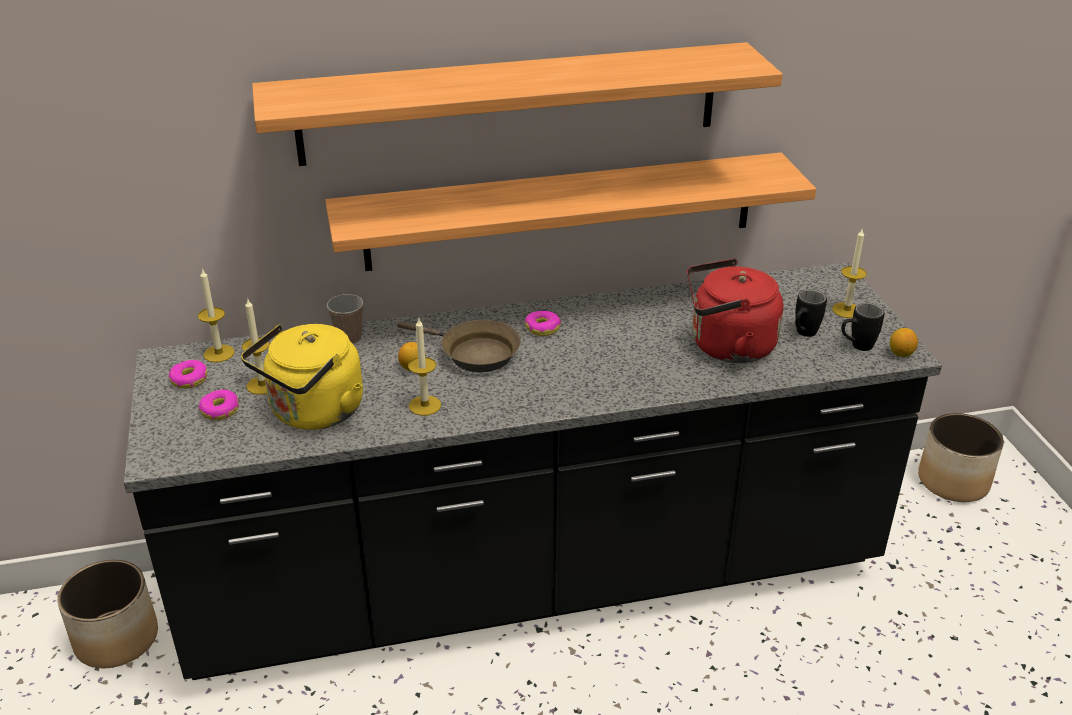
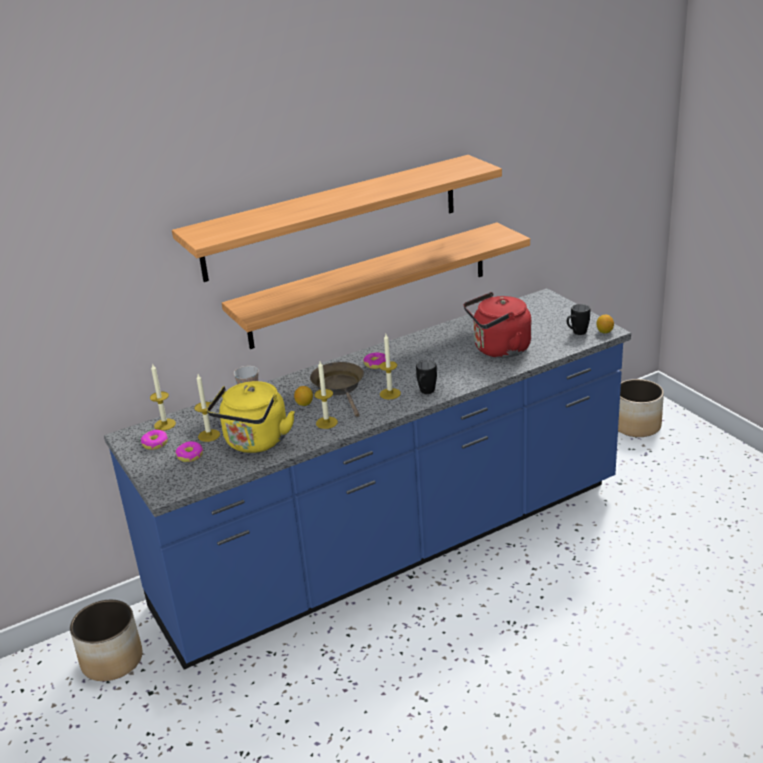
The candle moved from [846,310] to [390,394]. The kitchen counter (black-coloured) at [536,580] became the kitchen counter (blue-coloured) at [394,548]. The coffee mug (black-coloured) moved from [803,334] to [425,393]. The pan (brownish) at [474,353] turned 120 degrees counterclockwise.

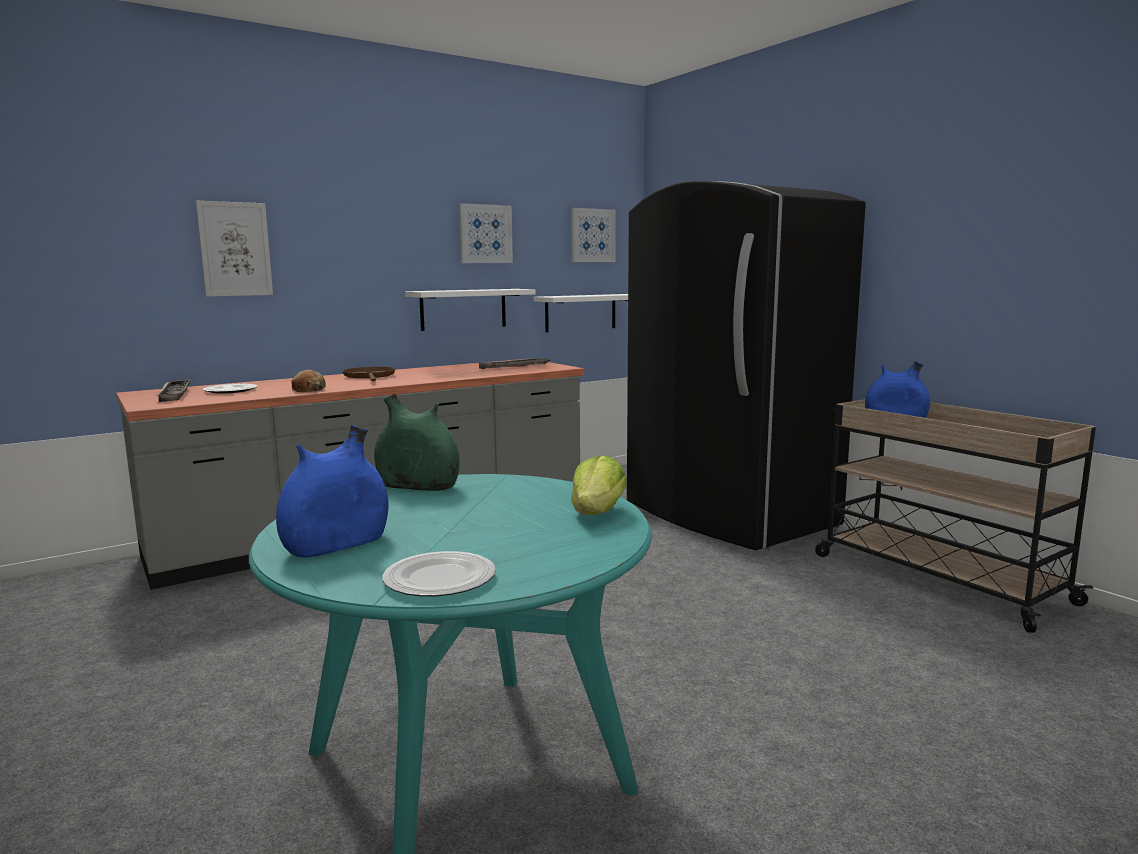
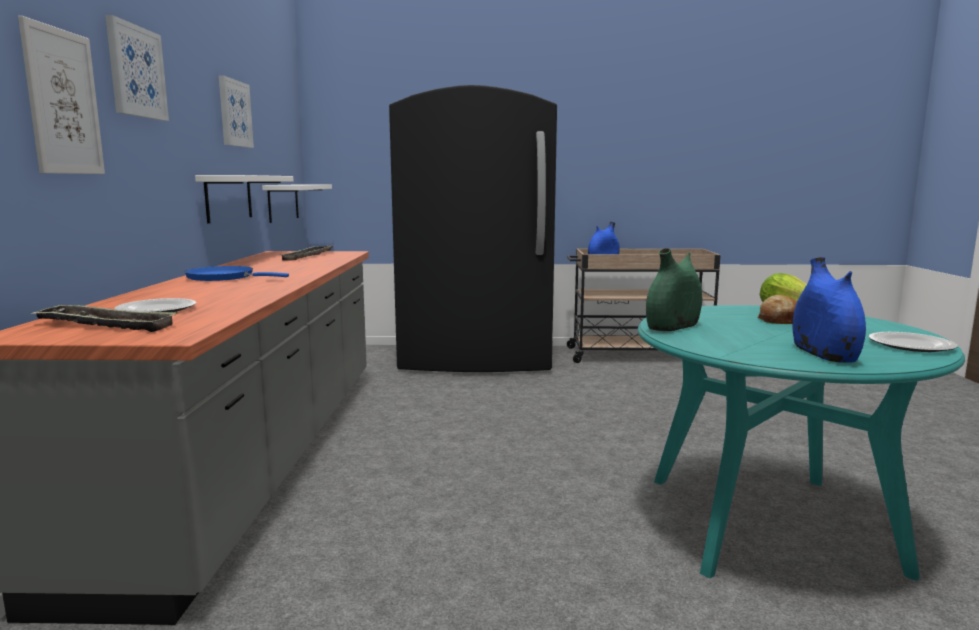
The picture moved from [592,235] to [136,72]. The pan (brownish) at [369,376] became the pan (blue-coloured) at [225,278]. The bread moved from [308,389] to [779,320].

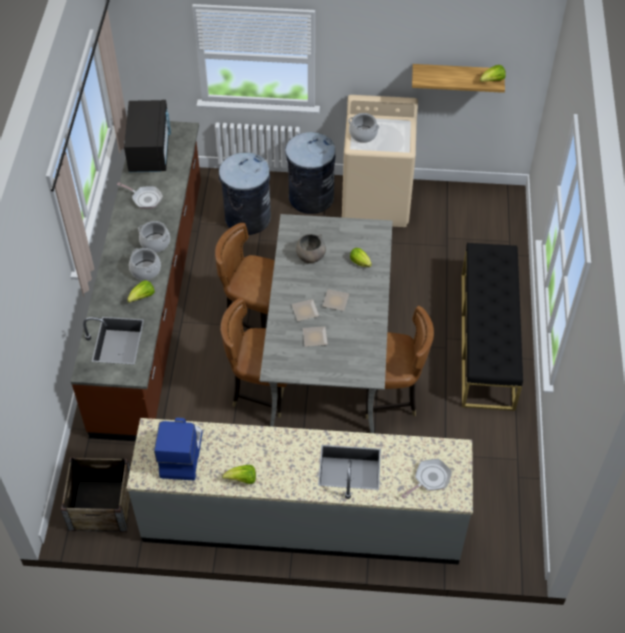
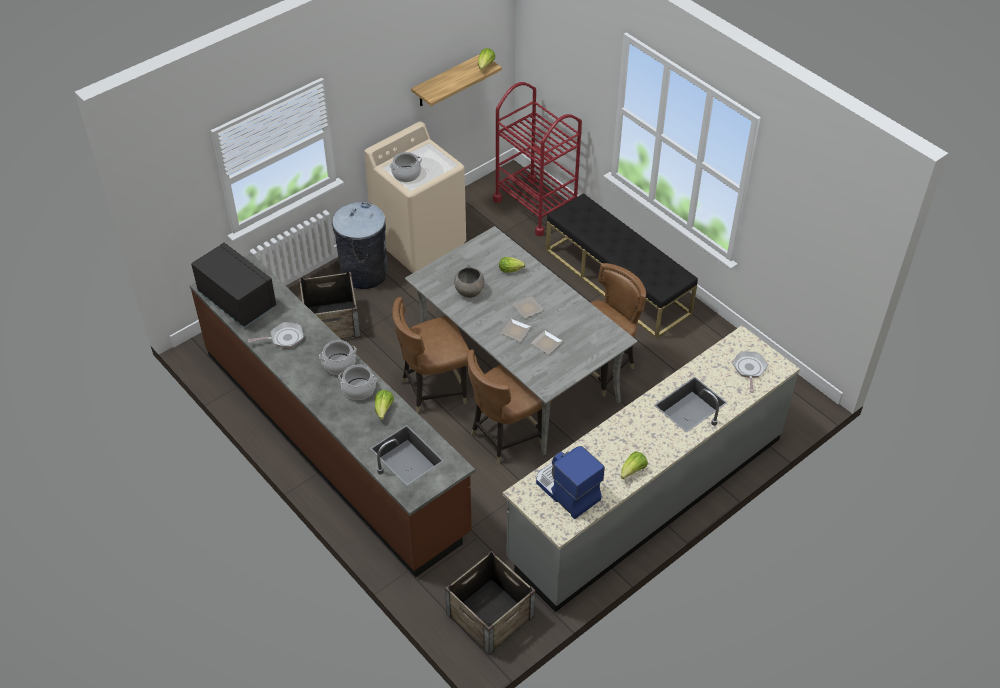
The rubbish bin (gray) at [247,218] was replaced by the shipping crate at [331,322]. The cart (red-coloured) at [535,206] appeared.

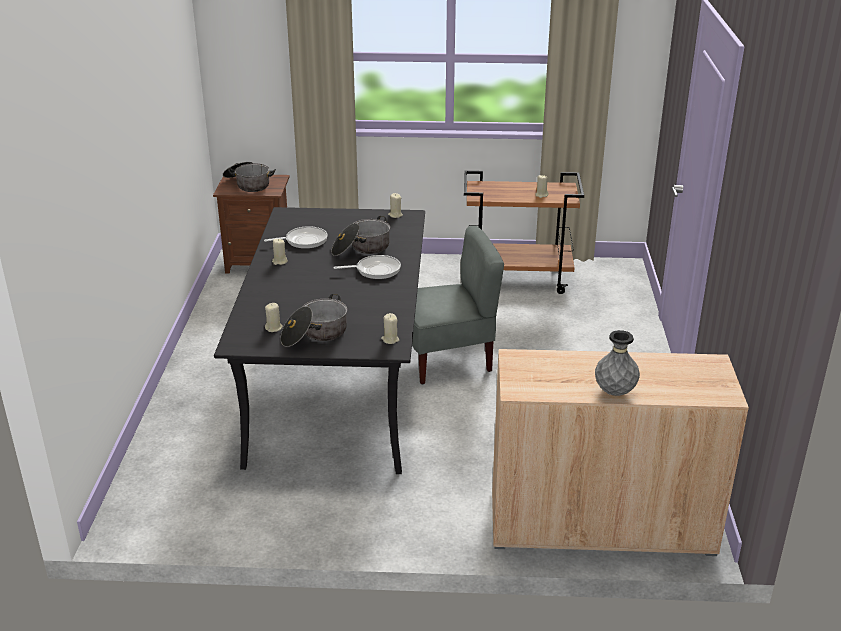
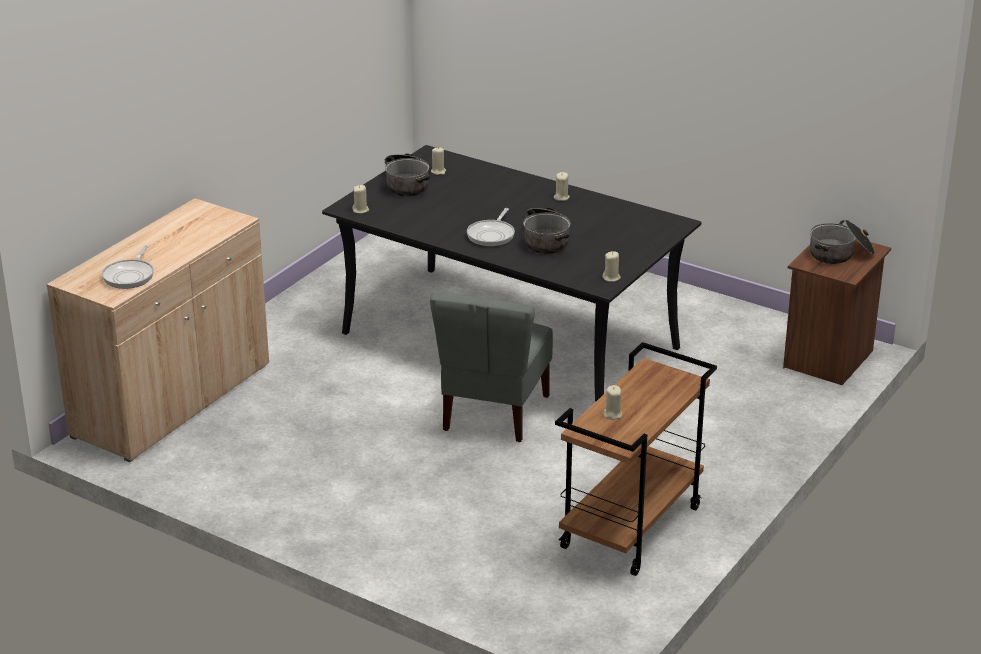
The pan moved from [303,241] to [130,276]. The vase (gray) at [614,392] disappeared.

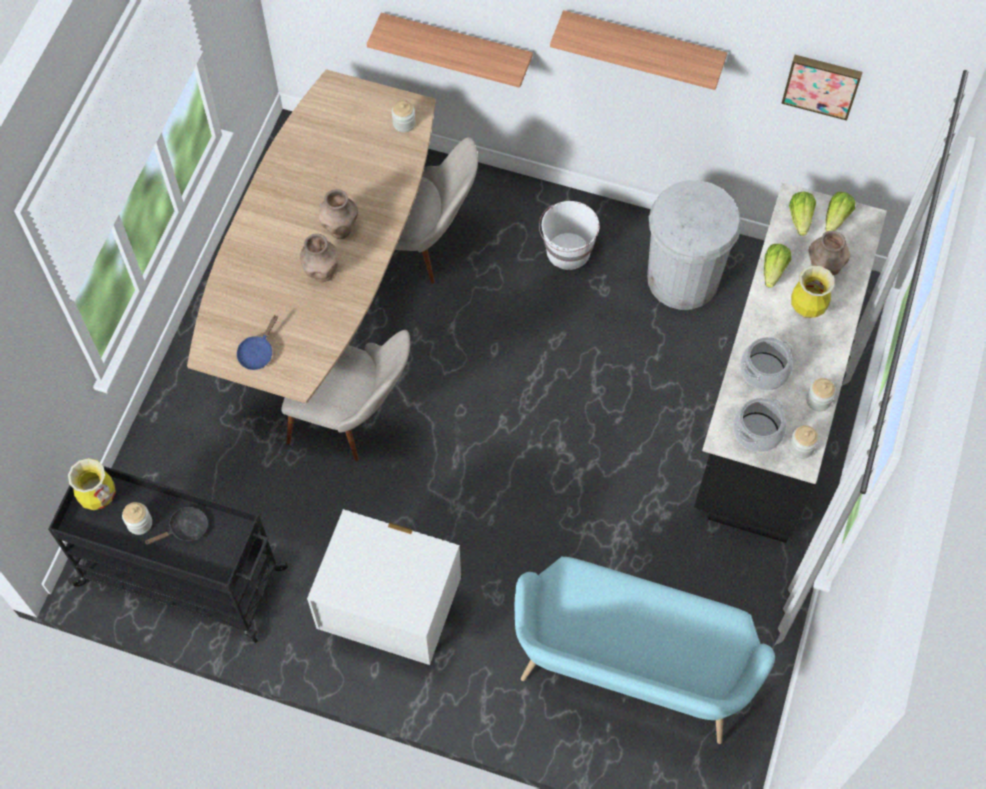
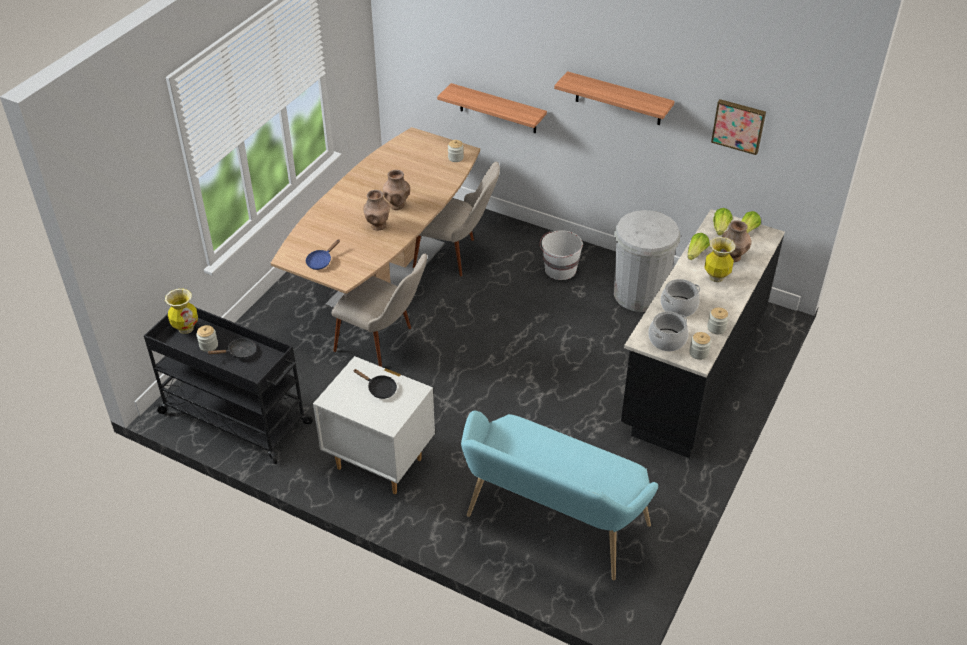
The pan (black-coloured) at [379,389] appeared.

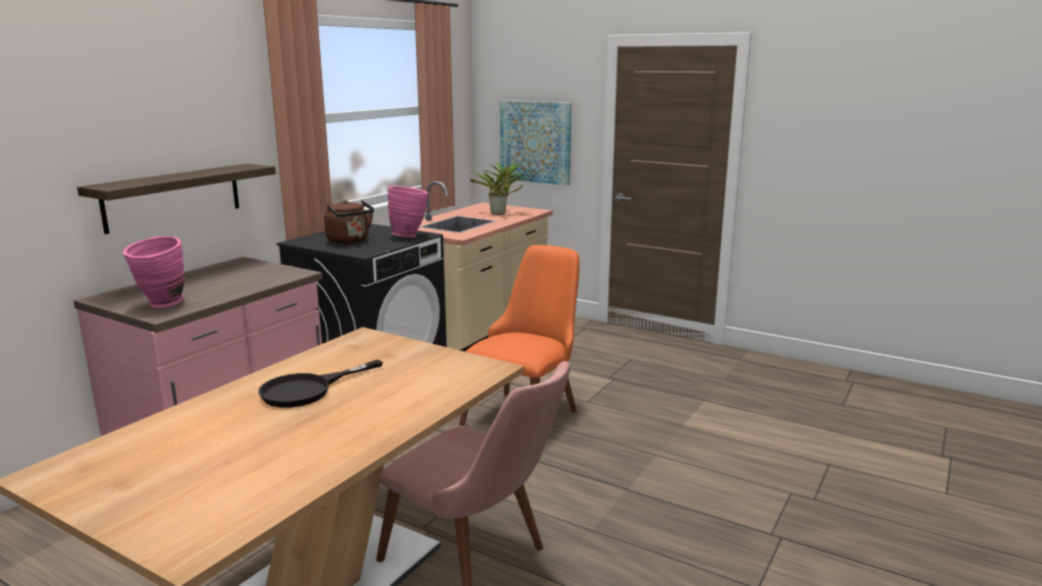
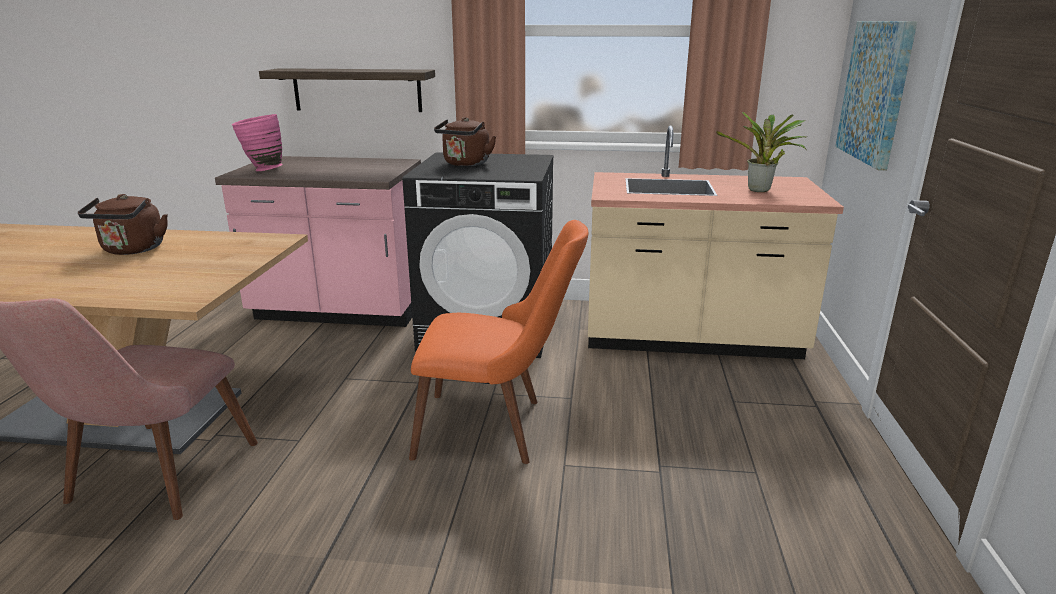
The vase (pink) at [410,236] disappeared. The pan (black-coloured) at [308,389] was replaced by the water kettle (brownish) at [132,250].

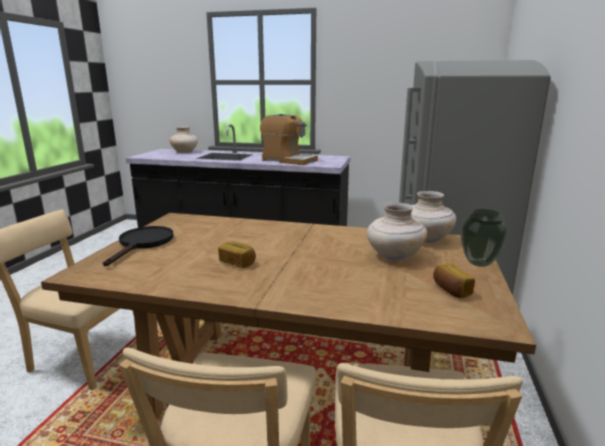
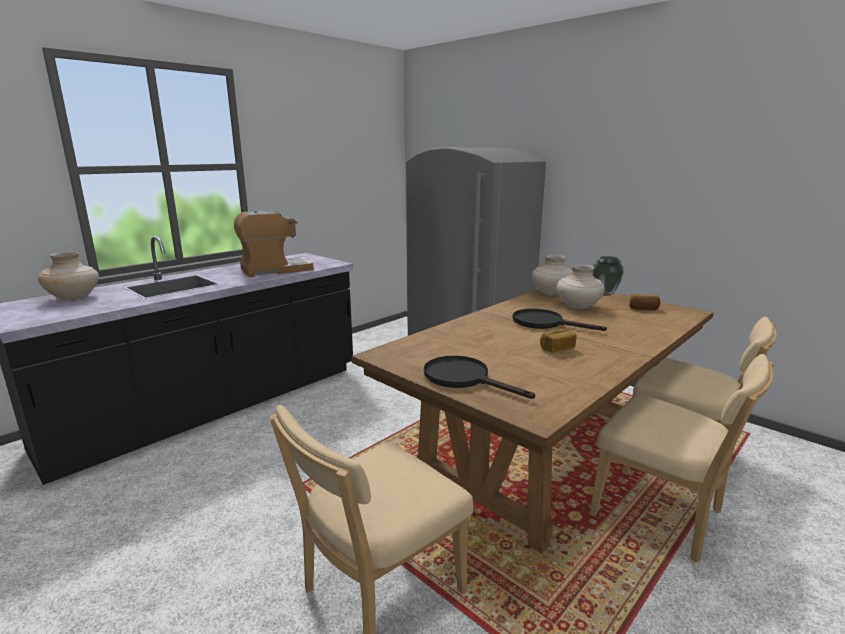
The pan (black-coloured) at [544,323] appeared.

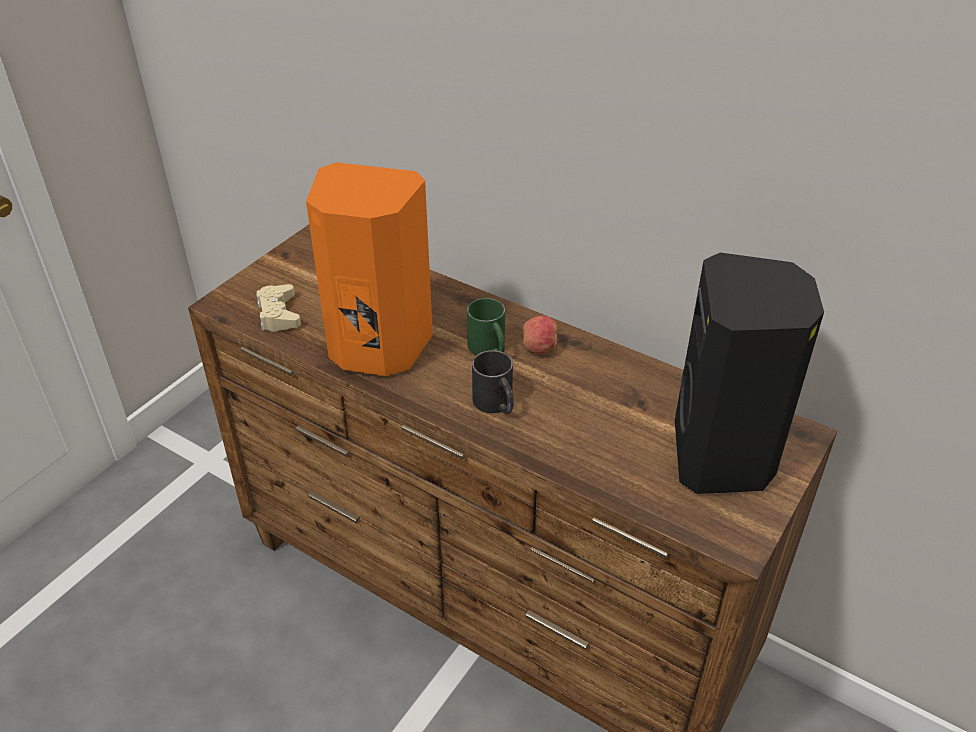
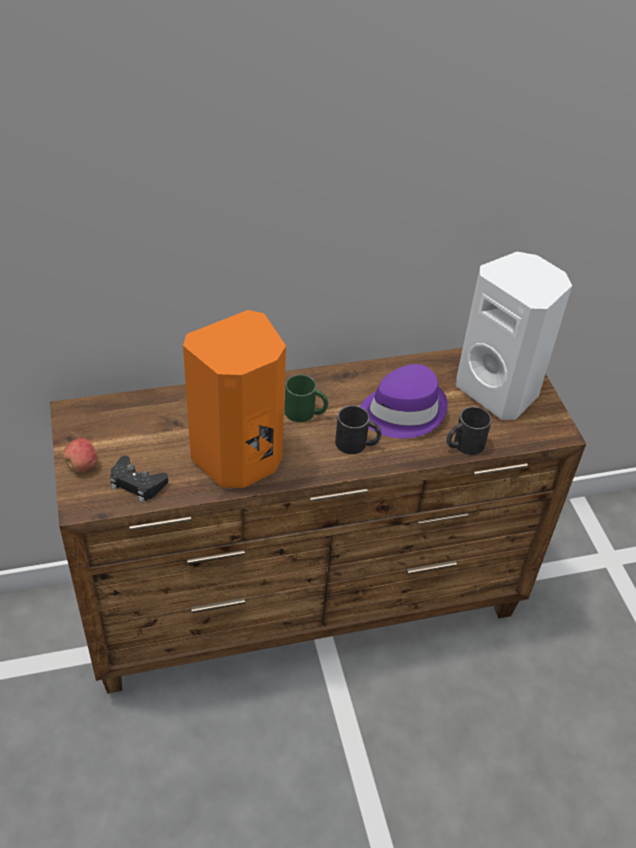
The speaker (black-coloured) at [723,457] became the speaker (whitish) at [499,391]. The joypad (sand-coloured) at [278,314] became the joypad (black-coloured) at [137,483]. The whole apple moved from [540,348] to [83,465]. The wearable hat (purple) at [402,411] appeared. The coffee mug (black-coloured) at [463,445] appeared.

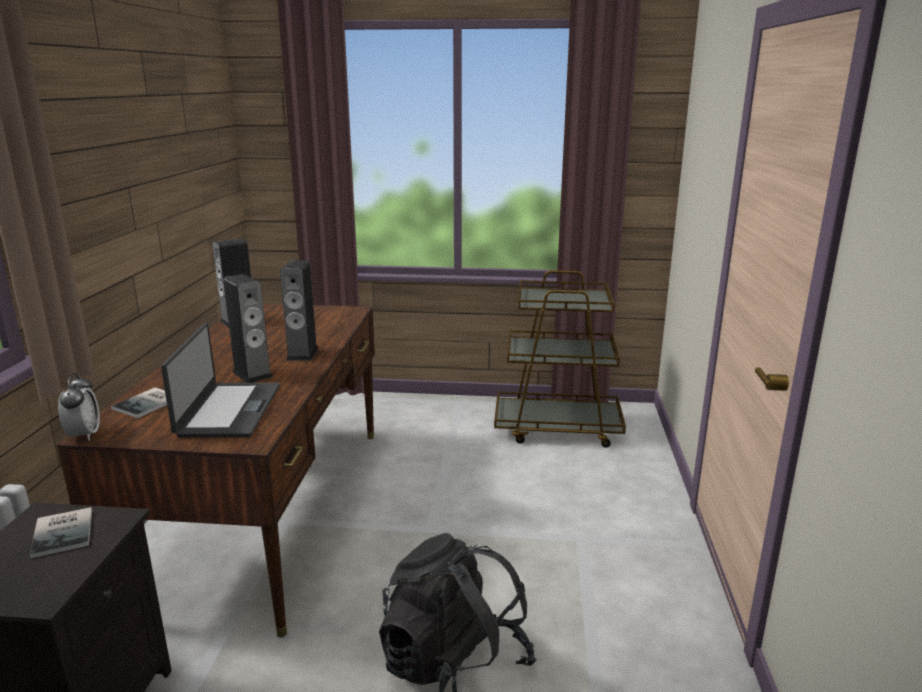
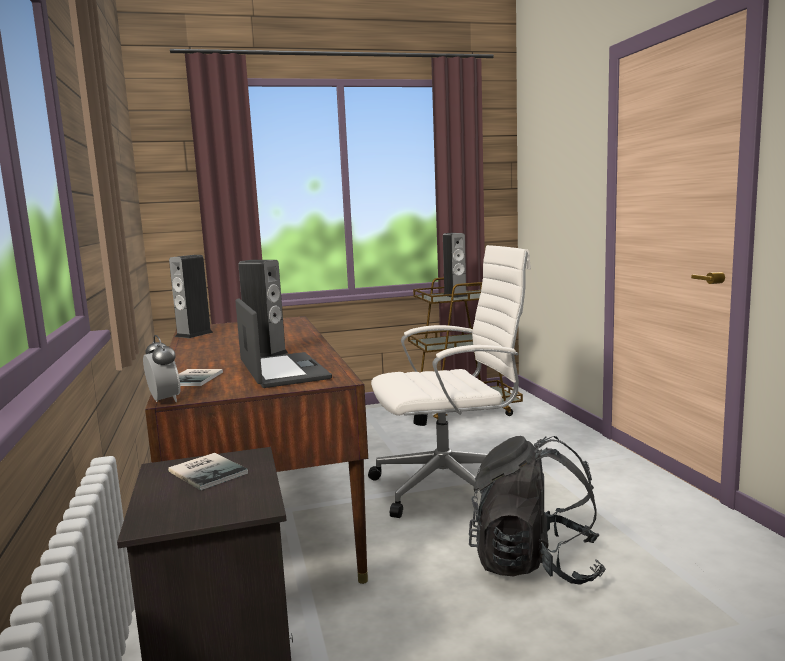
The speaker moved from [302,354] to [455,295]. The office chair (whitish) at [450,486] appeared.

